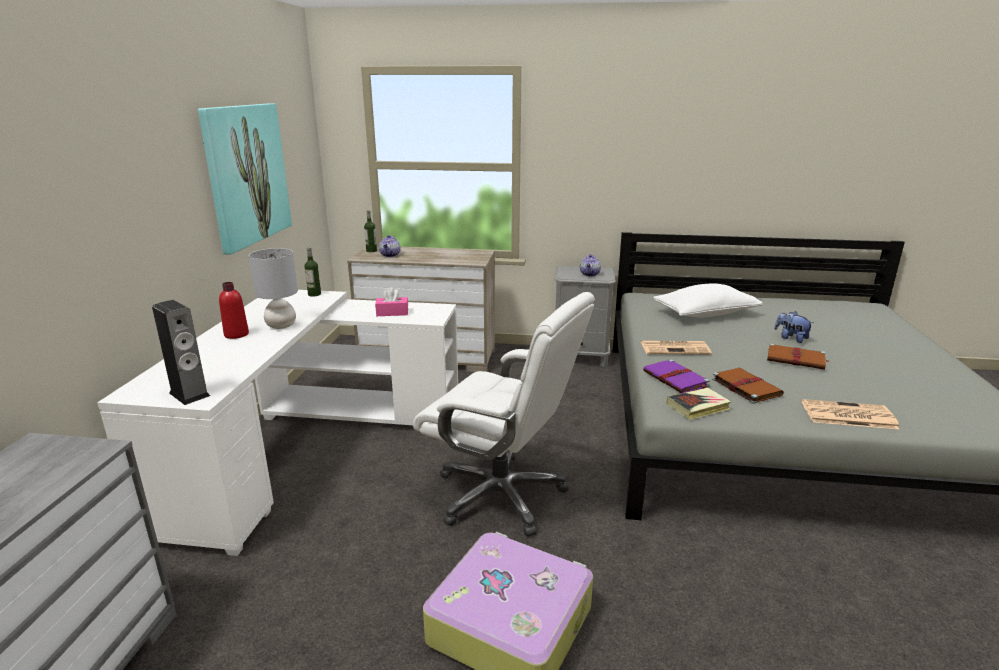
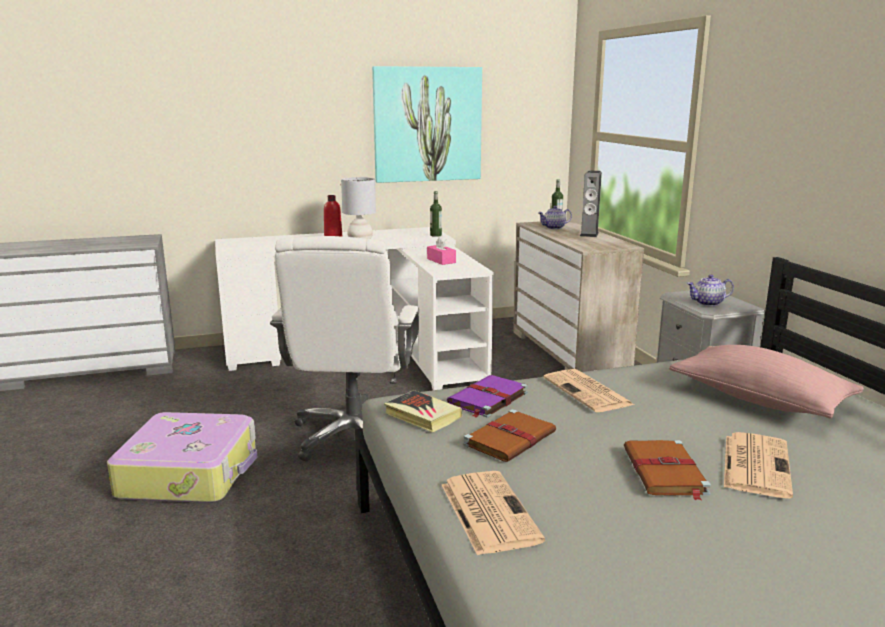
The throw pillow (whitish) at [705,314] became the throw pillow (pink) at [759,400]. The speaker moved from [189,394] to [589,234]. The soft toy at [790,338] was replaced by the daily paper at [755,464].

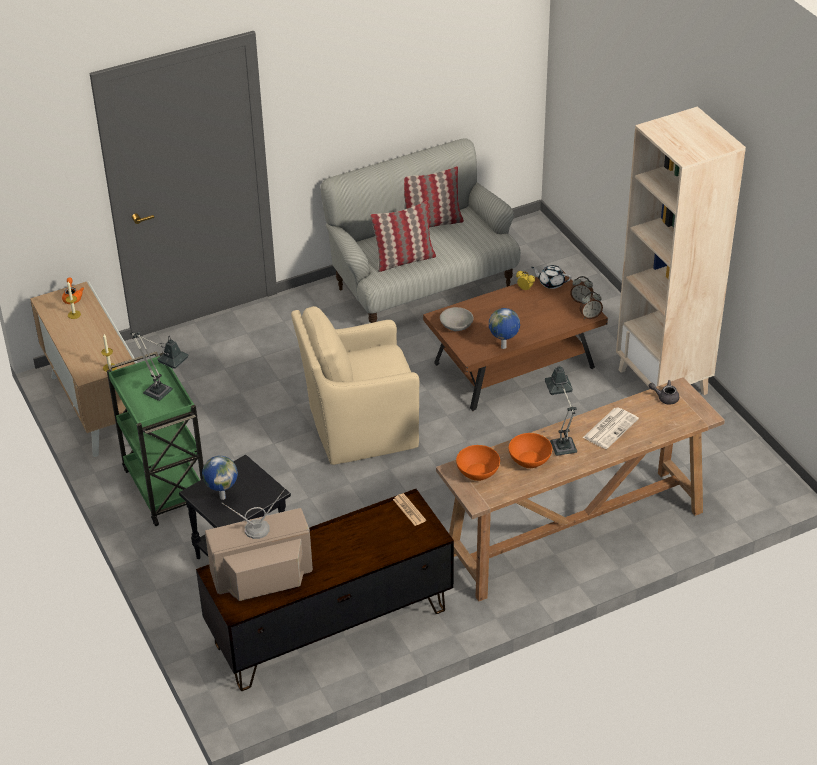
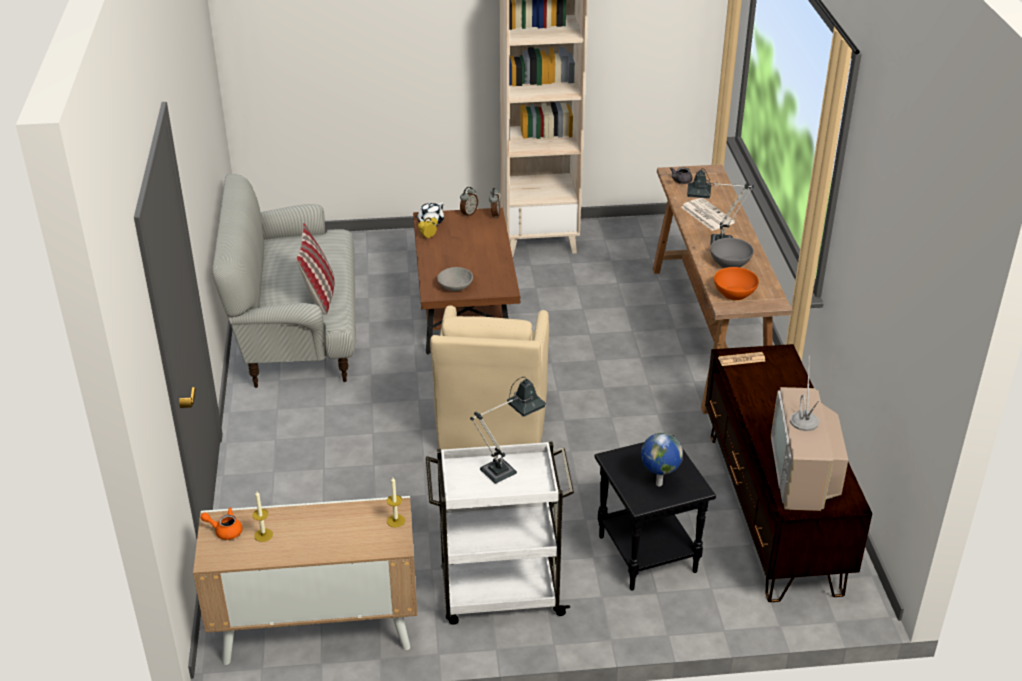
The throw pillow at [432,223] disappeared. The globe at [504,347] disappeared. The cart (greenish) at [165,486] became the cart (whitish) at [499,593]. The serving bowl (orangey) at [530,460] became the serving bowl (gray) at [730,263].

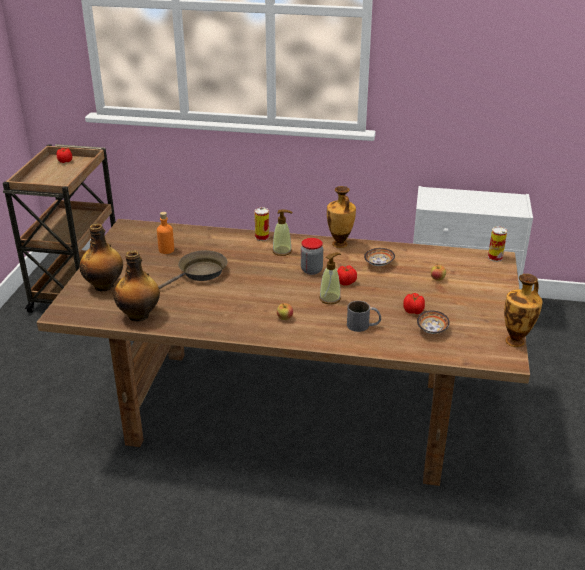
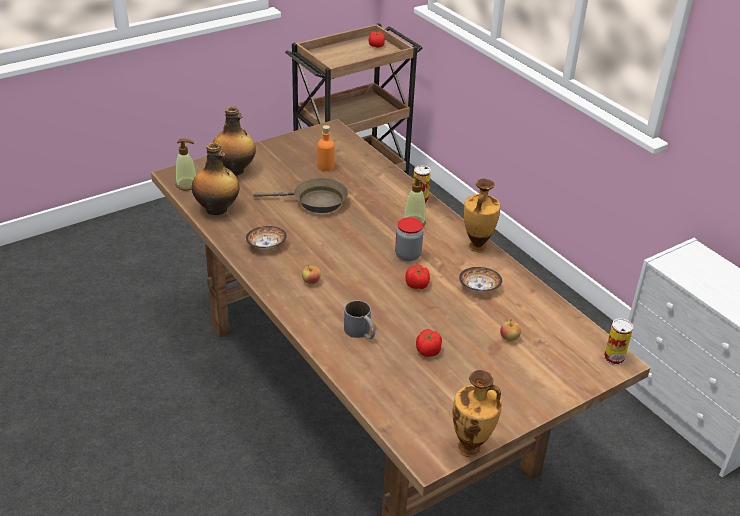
The soap bottle moved from [330,298] to [187,185]. The serving bowl moved from [432,330] to [266,246].

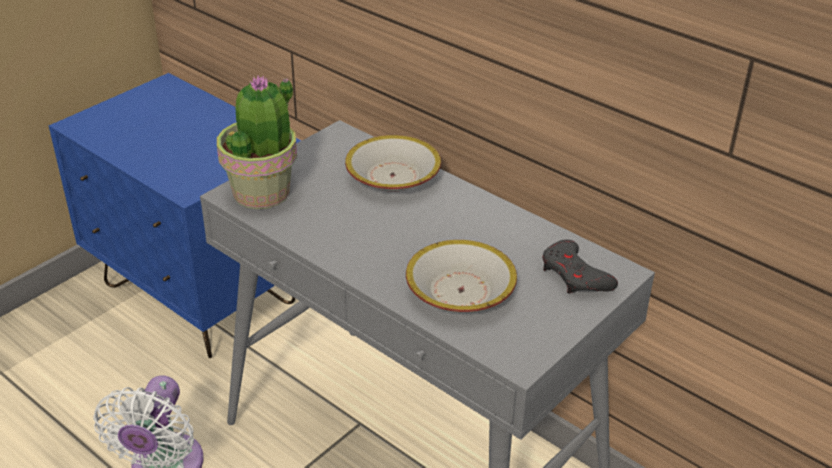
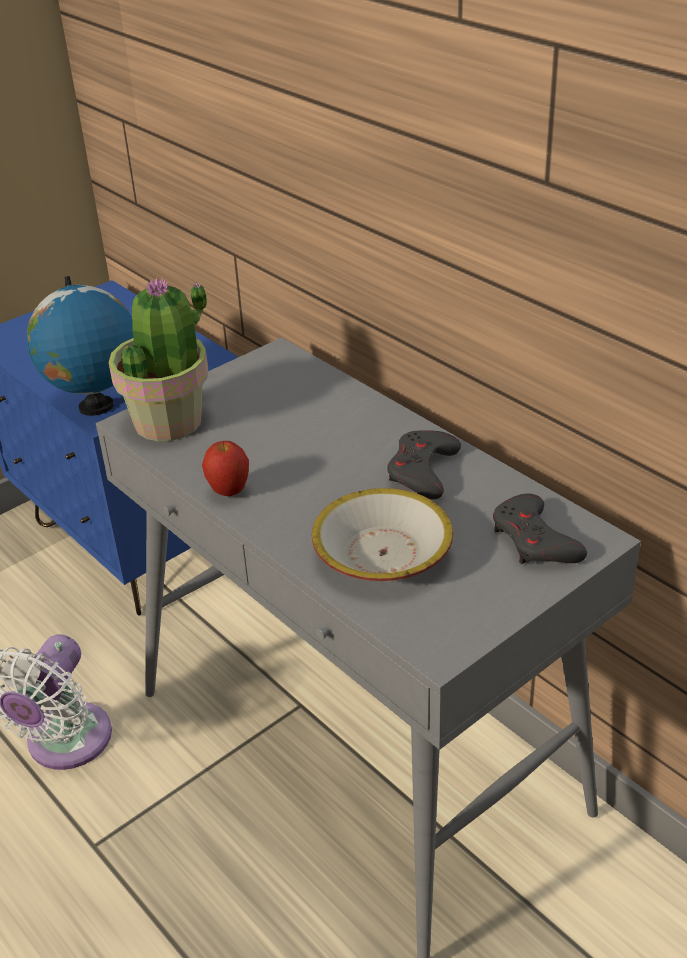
The serving bowl at [392,176] disappeared. The globe at [95,407] appeared. The joypad (gray) at [422,471] appeared. The whole apple at [229,492] appeared.

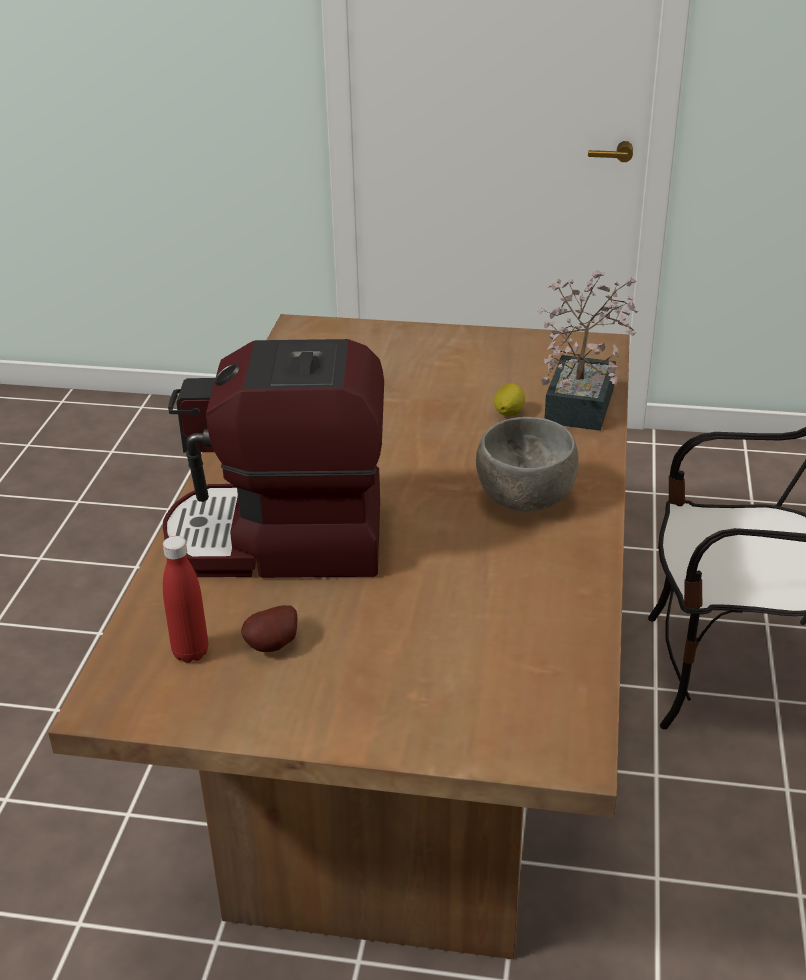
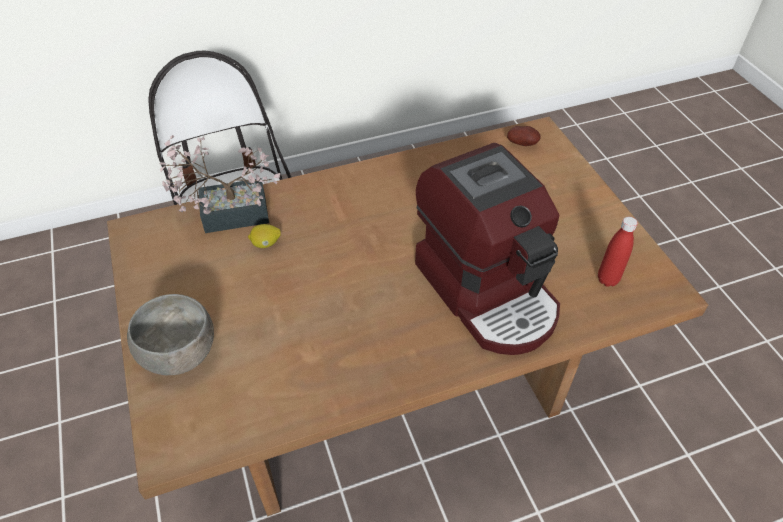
The serving bowl (gray) moved from [523,499] to [180,356]. The spud moved from [275,646] to [523,144].

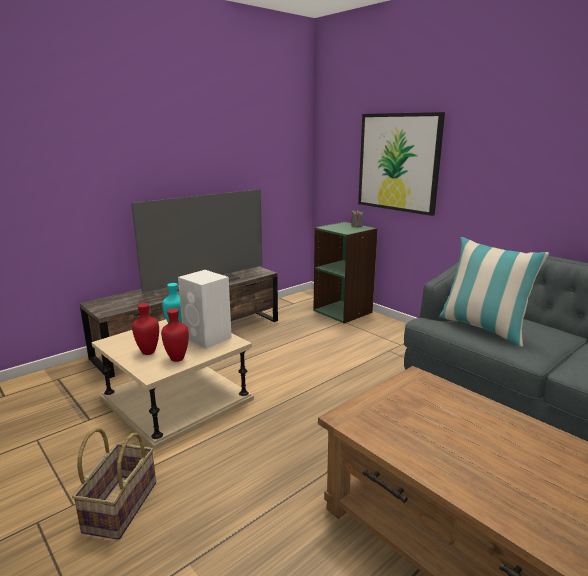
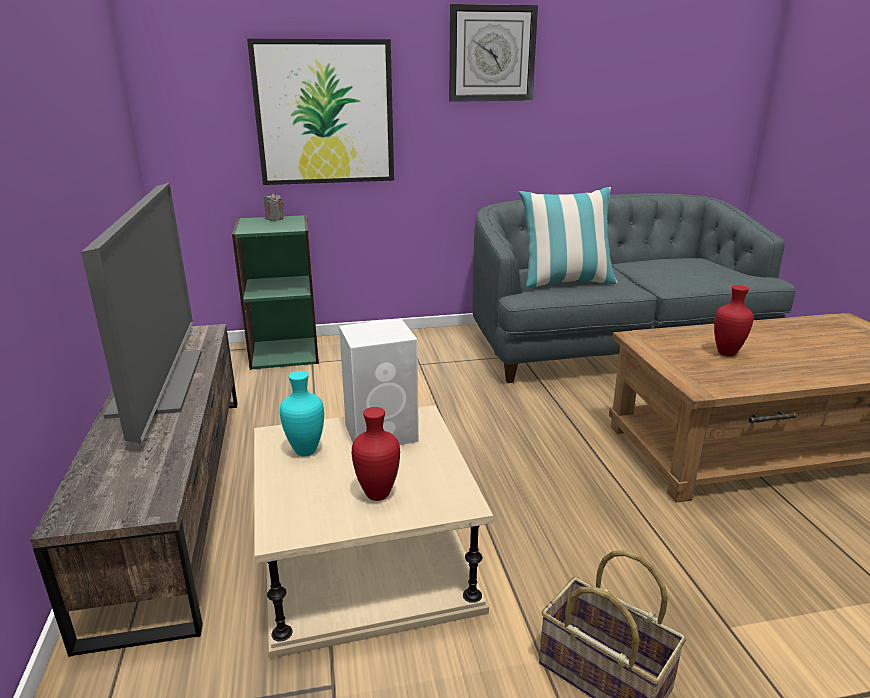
The vase (red-coloured) moved from [177,359] to [728,353]. The hanging clock at [492,54] appeared.

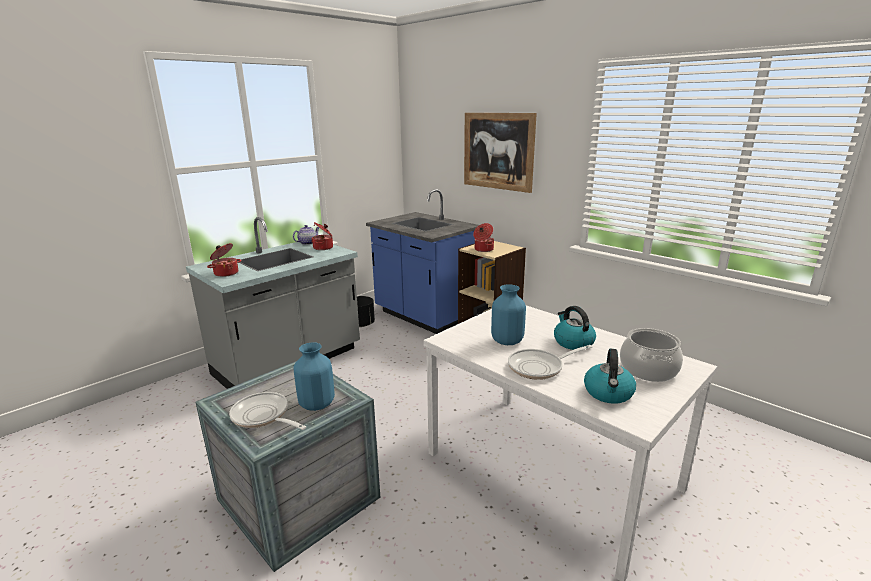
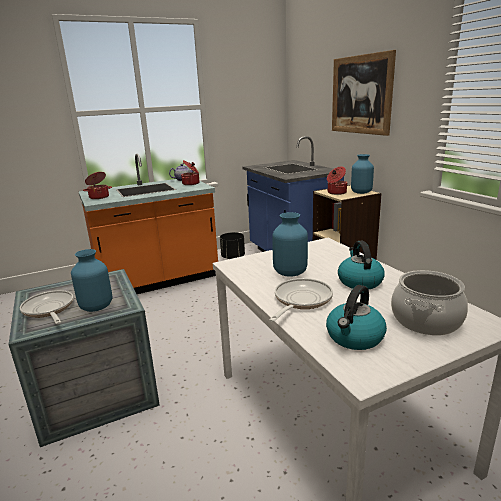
The kitchen counter (gray) at [289,363] became the kitchen counter (orangey) at [158,281]. The pan at [539,367] turned 120 degrees clockwise. The vase (blue-coloured) at [361,192] appeared.

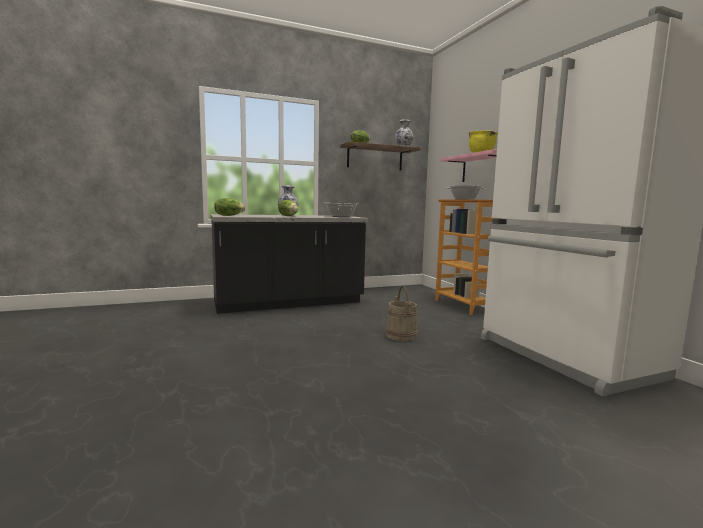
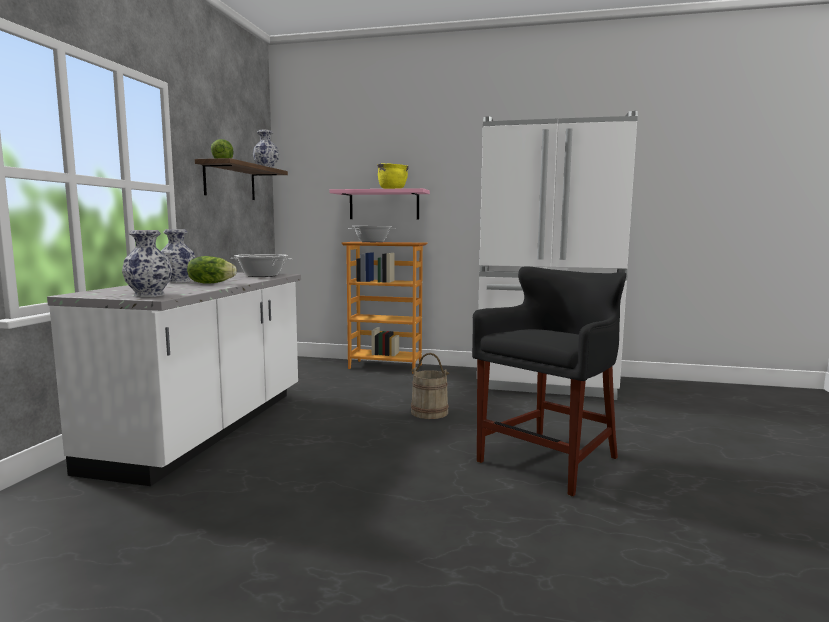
The lettuce head at [228,215] was replaced by the vase at [148,295]. The kitchen counter (black-coloured) at [289,303] became the kitchen counter (whitish) at [207,428]. The sitting stool (black-coloured) at [549,461] appeared.

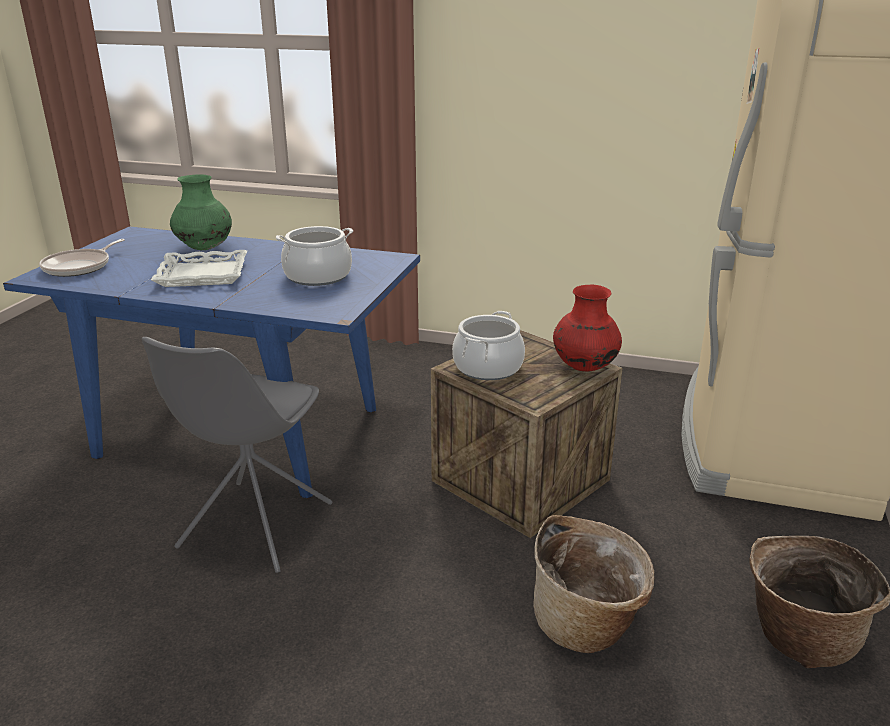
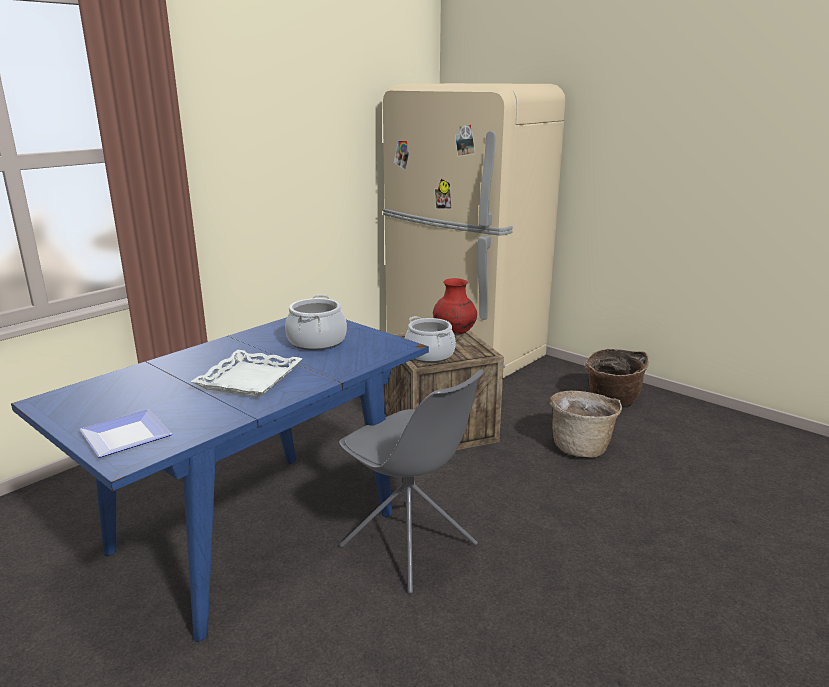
The vase (greenish) at [205,248] disappeared. The pan at [80,267] was replaced by the plate at [128,434].

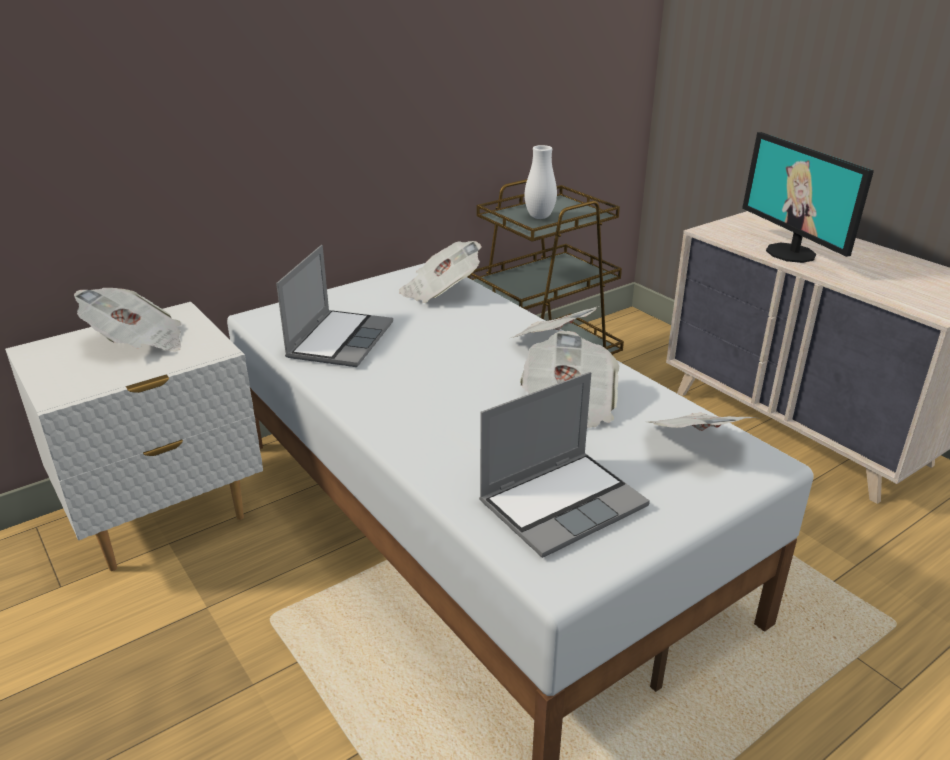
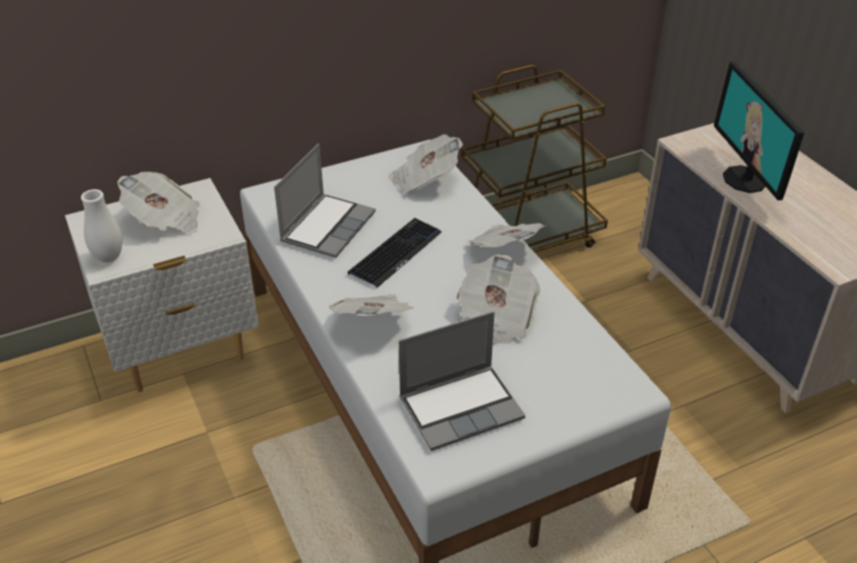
The vase (whitish) moved from [539,217] to [108,257]. The daily paper moved from [696,444] to [373,321]. The computer keyboard at [395,253] appeared.

